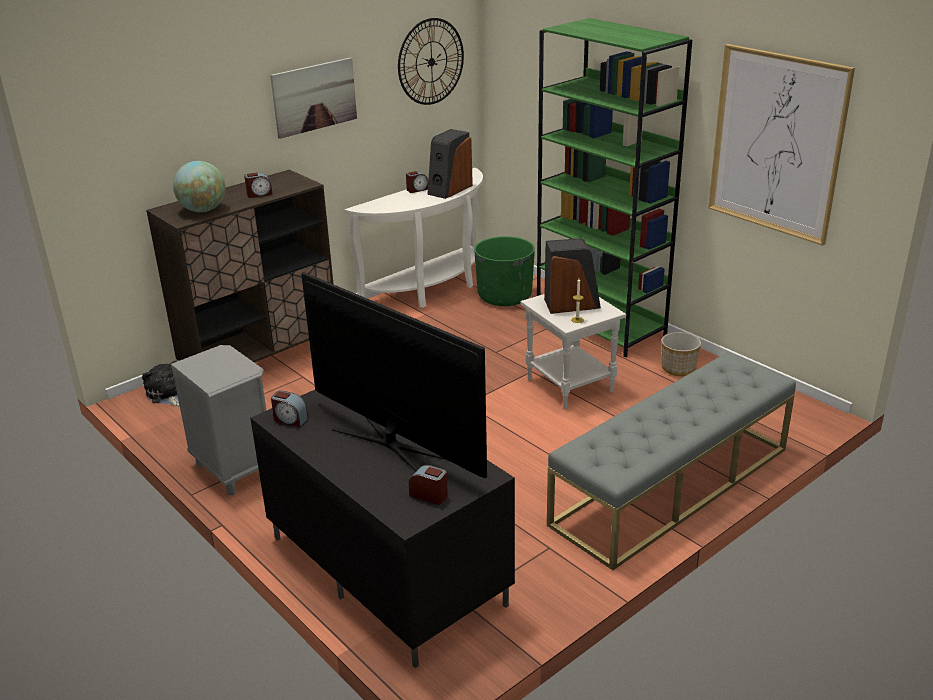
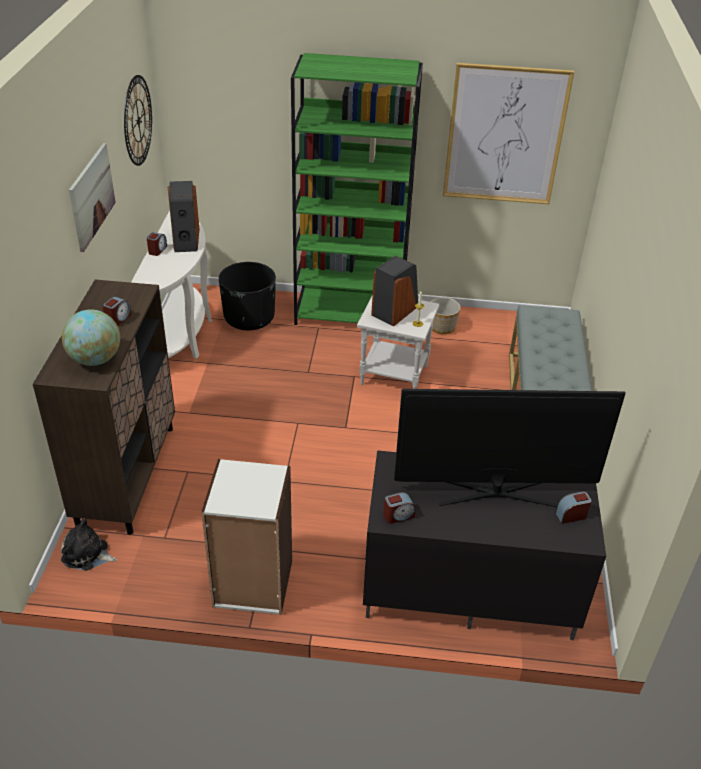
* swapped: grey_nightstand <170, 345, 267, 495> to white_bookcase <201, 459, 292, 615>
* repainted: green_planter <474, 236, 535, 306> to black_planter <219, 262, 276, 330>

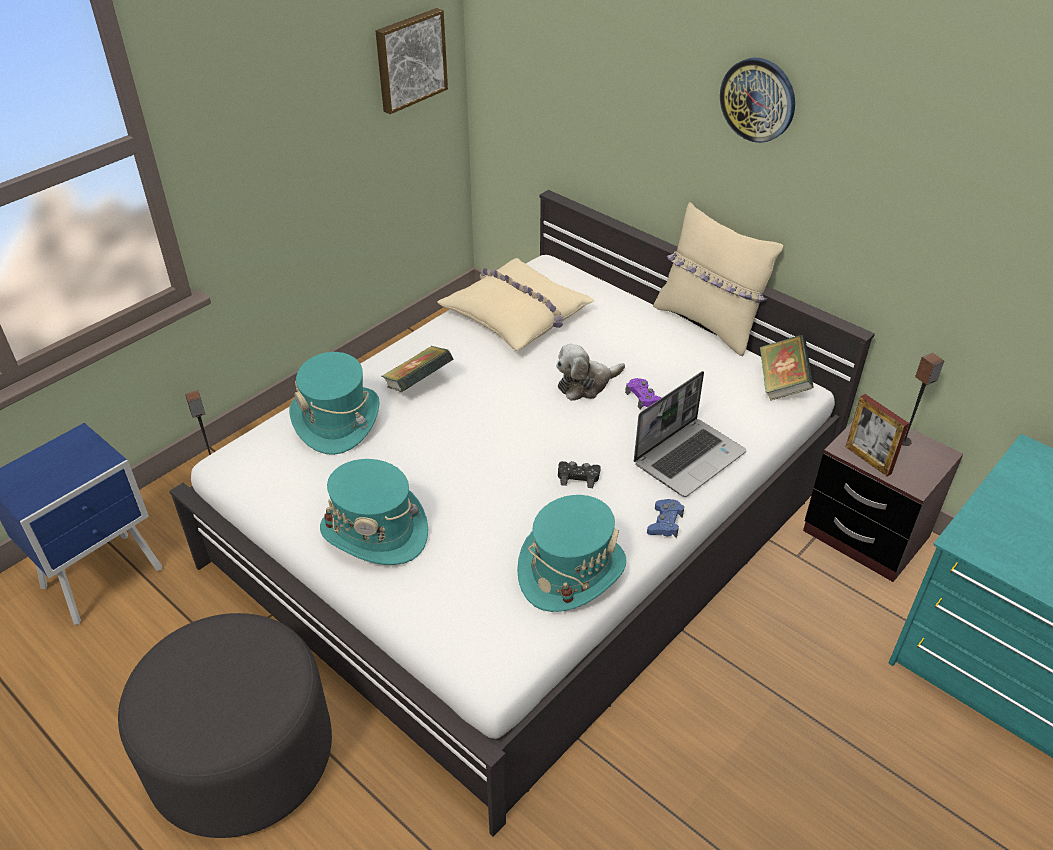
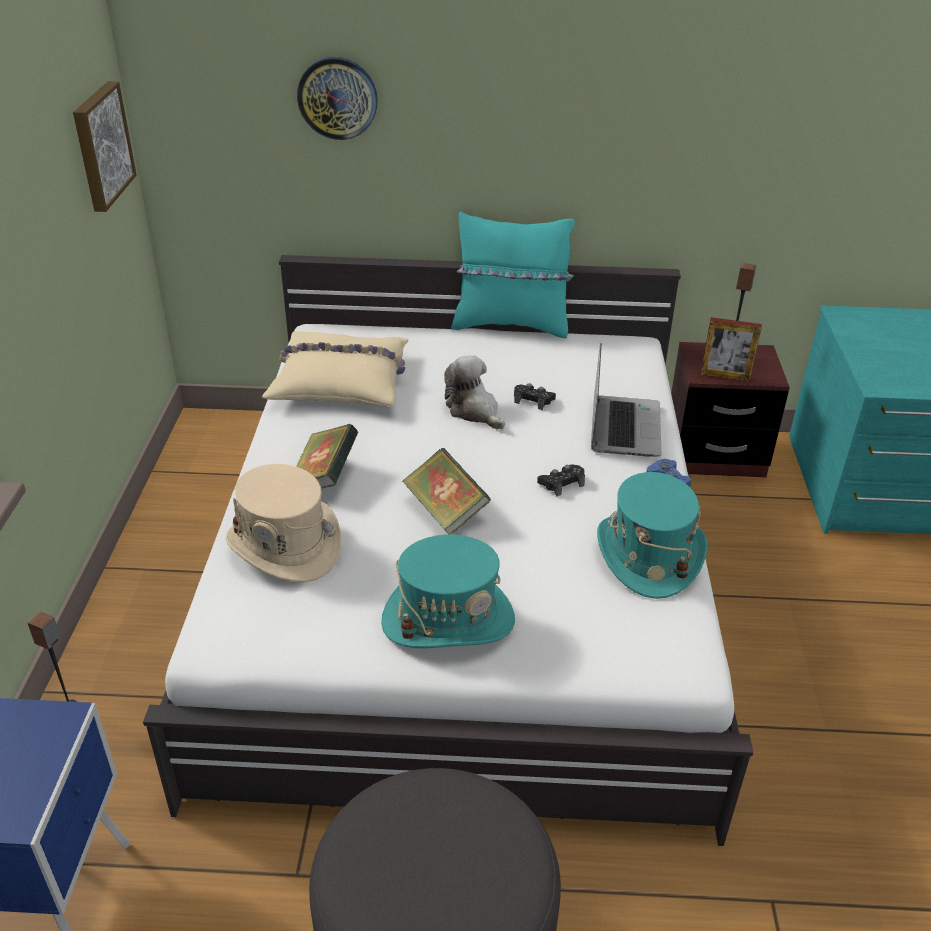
* shifted: wall_clock <720, 57, 795, 143> to <297, 57, 378, 140>
* shifted: book <759, 335, 814, 401> to <402, 448, 491, 535>
* repainted: turquoise_hat <289, 352, 379, 455> to beige_hat <226, 464, 341, 582>
* repainted: purple_game_controller <625, 378, 662, 409> to black_game_controller <514, 383, 556, 410>
* repainted: beige_pillow <653, 202, 783, 356> to turquoise_pillow <451, 212, 575, 338>
* rotated: plush_toy <556, 344, 625, 401> = <444, 355, 505, 430> 120 degrees clockwise

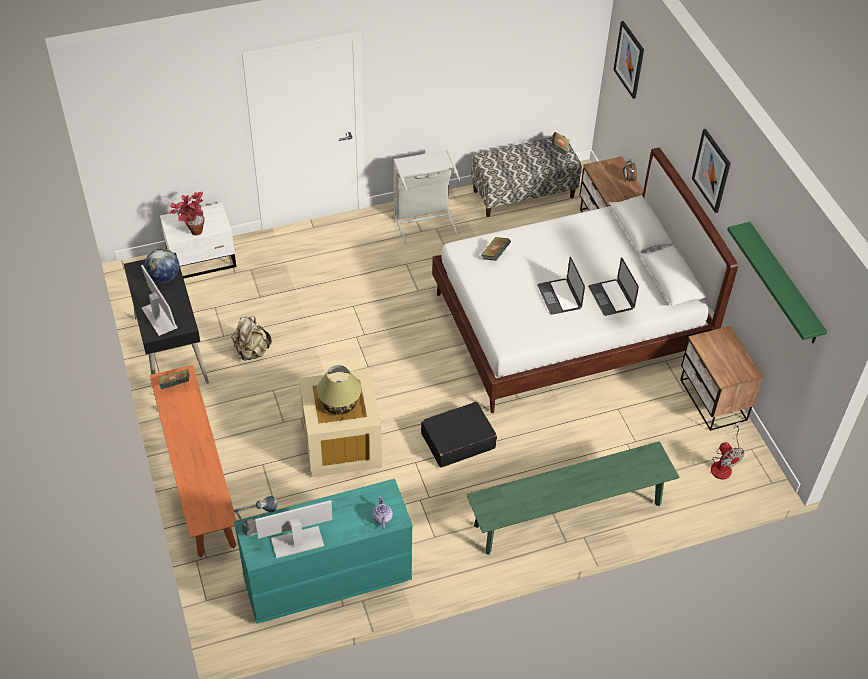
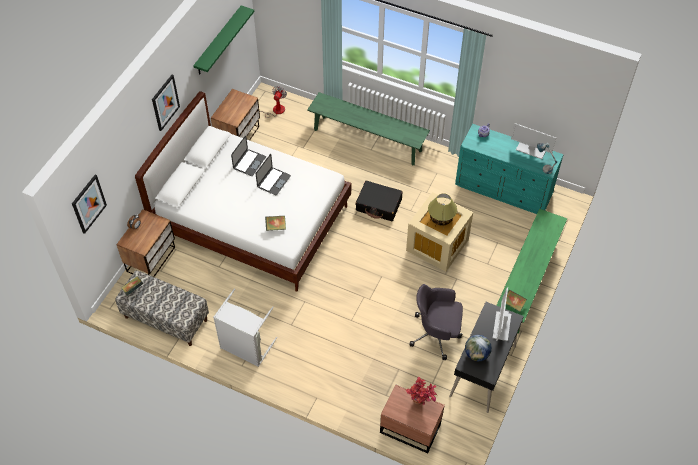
* swapped: beige_backpack <231, 316, 272, 361> to grey_office_chair <410, 284, 463, 360>
* repainted: orange_bench <149, 365, 237, 557> to green_bench <496, 209, 567, 334>
* repainted: white_nightstand <160, 203, 236, 279> to brown_nightstand <380, 384, 445, 453>

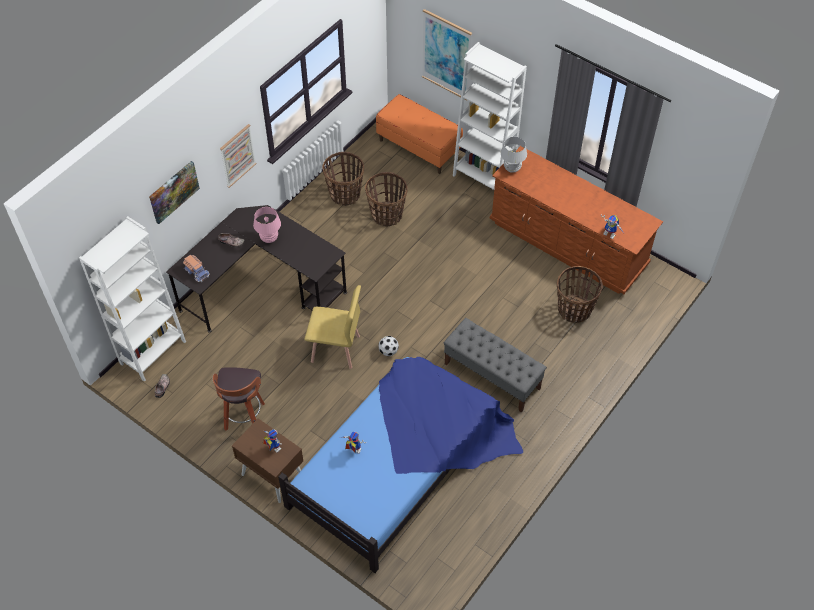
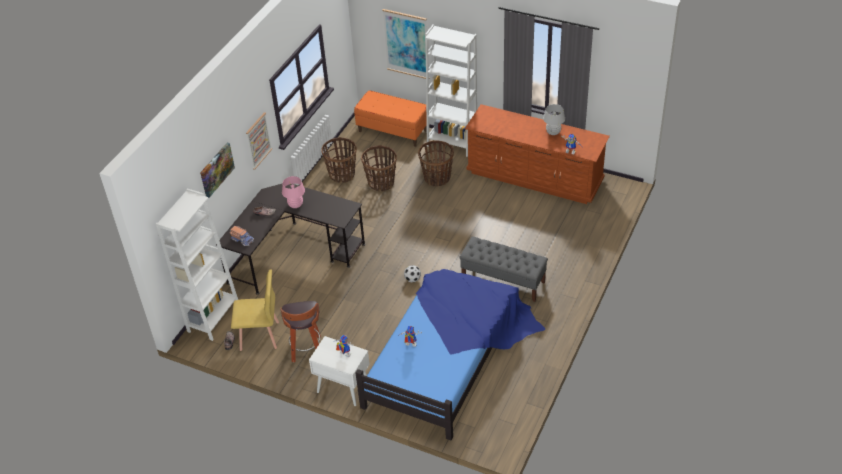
* shifted: yellow_chair <304, 285, 361, 369> to <231, 269, 279, 351>
* shifted: white_table_lamp <501, 137, 527, 173> to <543, 104, 565, 135>
* shifted: basket <557, 266, 603, 323> to <418, 140, 454, 186>
* repainted: brown_nightstand <232, 418, 304, 503> to white_nightstand <309, 336, 370, 406>

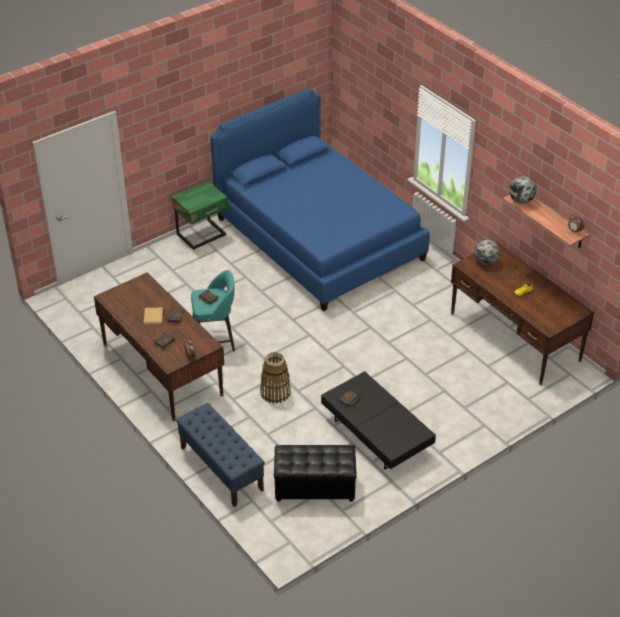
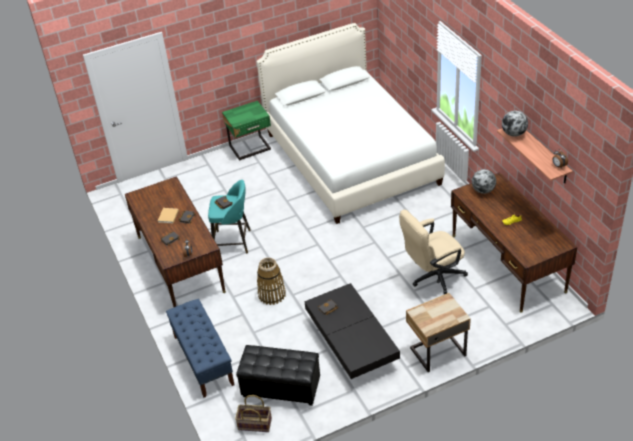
* new: basket <235, 395, 272, 432>
* new: beige_office_chair <399, 210, 468, 294>
* new: beige_nightstand <406, 293, 471, 372>
* repainted: blue_bed <210, 88, 430, 311> to white_bed <257, 23, 445, 224>

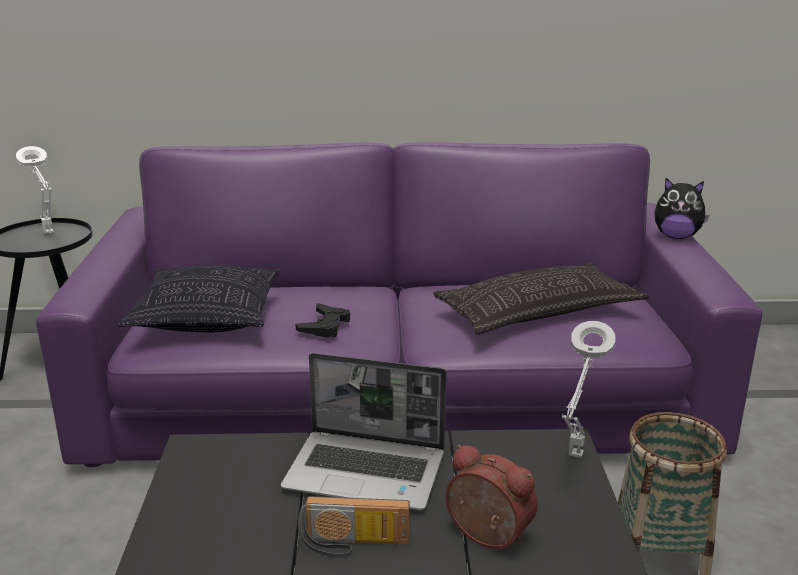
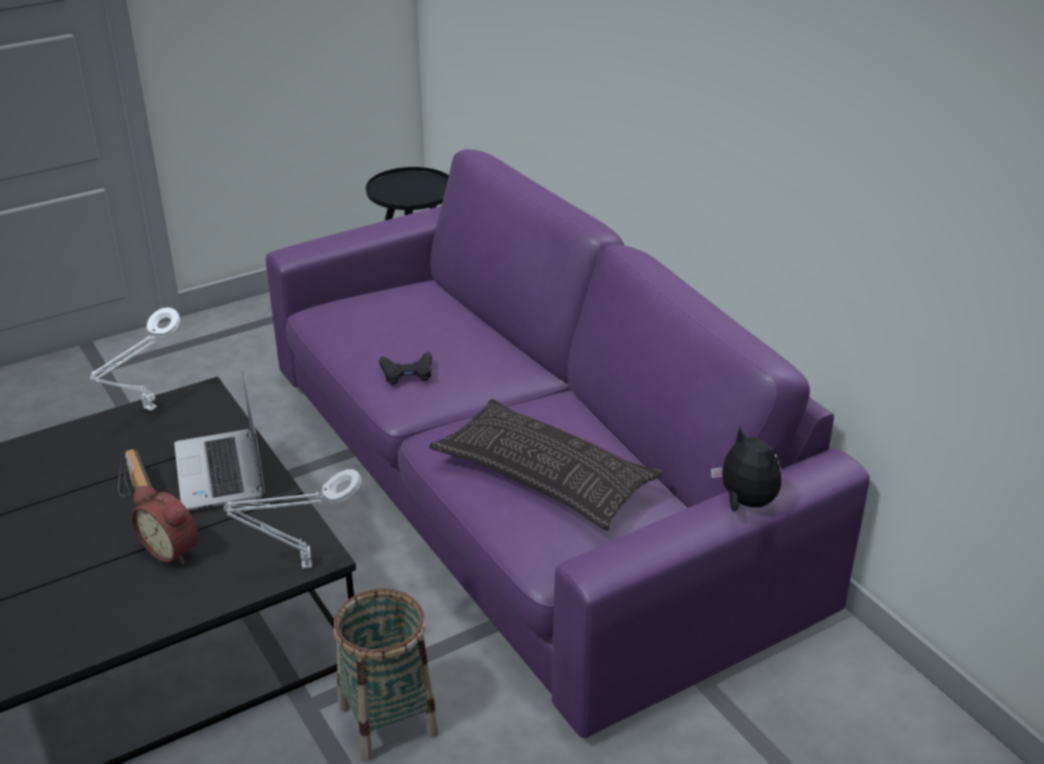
* gone: pillow <118, 265, 280, 332>
* shifted: white_table_lamp <16, 146, 54, 234> to <90, 307, 180, 411>
* rotated: alarm_clock <446, 445, 538, 549> = <131, 485, 198, 565> 120 degrees clockwise
* rotated: plush_toy <654, 178, 709, 239> = <711, 427, 781, 511> 150 degrees clockwise

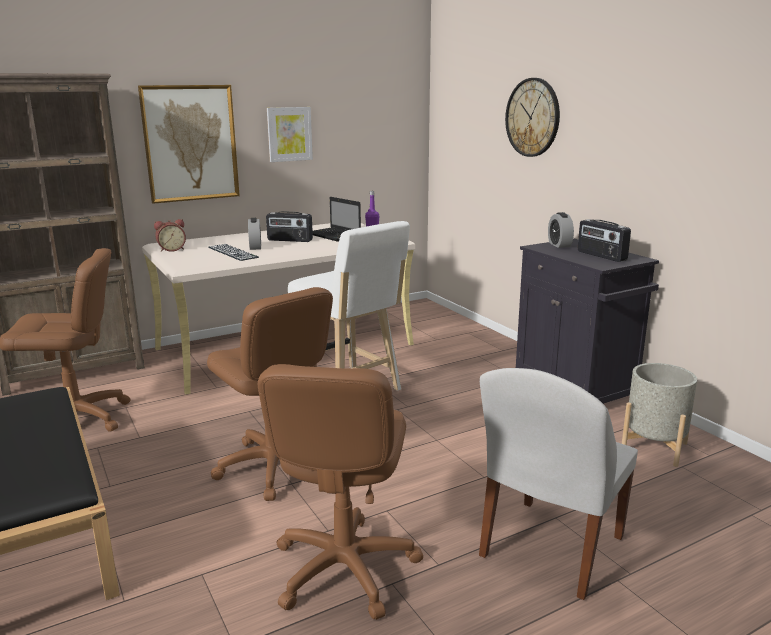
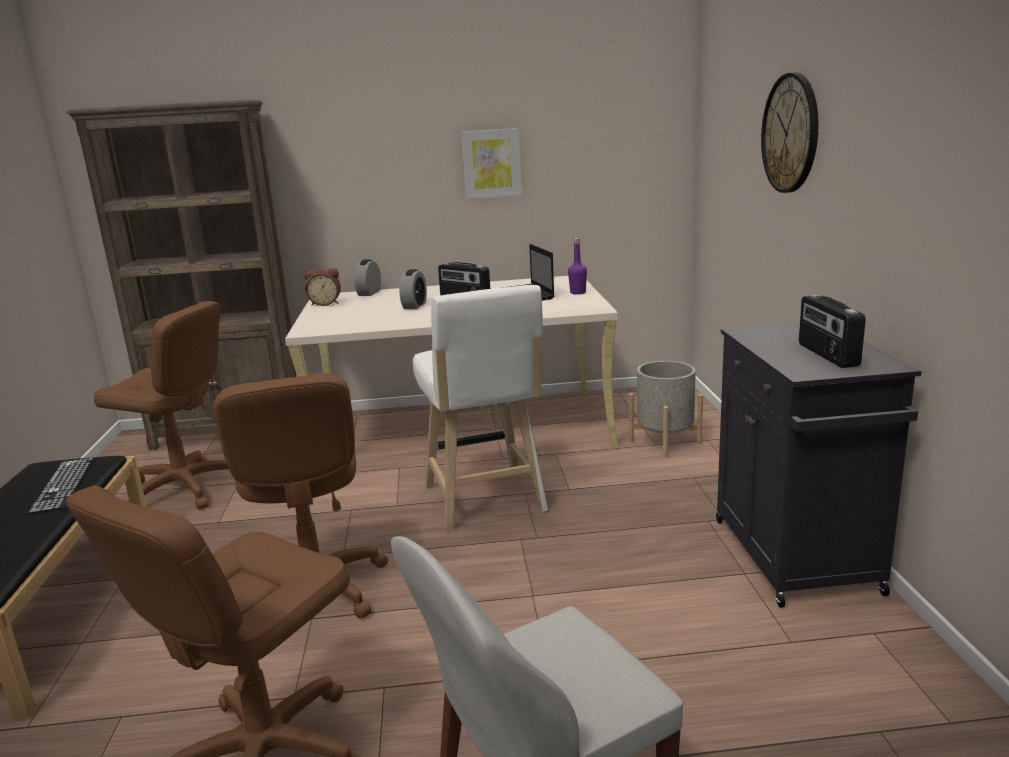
* gone: picture <138, 85, 240, 204>
* shifted: keyboard <208, 244, 259, 261> to <28, 458, 94, 514>
* shifted: alarm_clock <548, 212, 574, 248> to <354, 259, 381, 296>
* shifted: grey_planter <622, 363, 697, 467> to <629, 361, 703, 457>

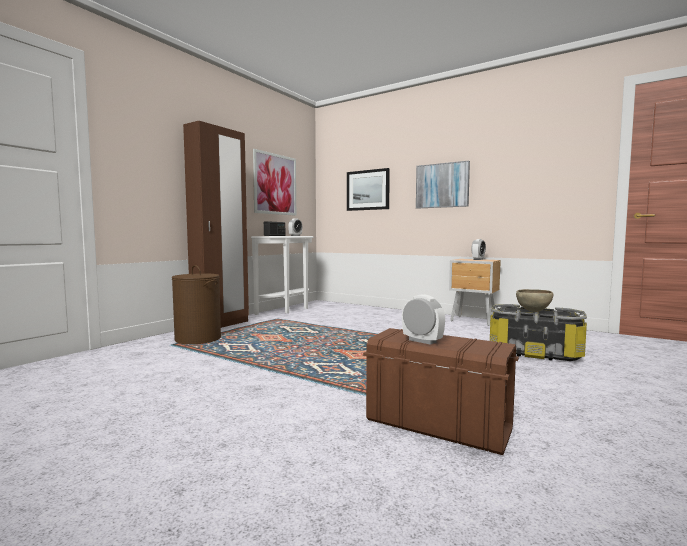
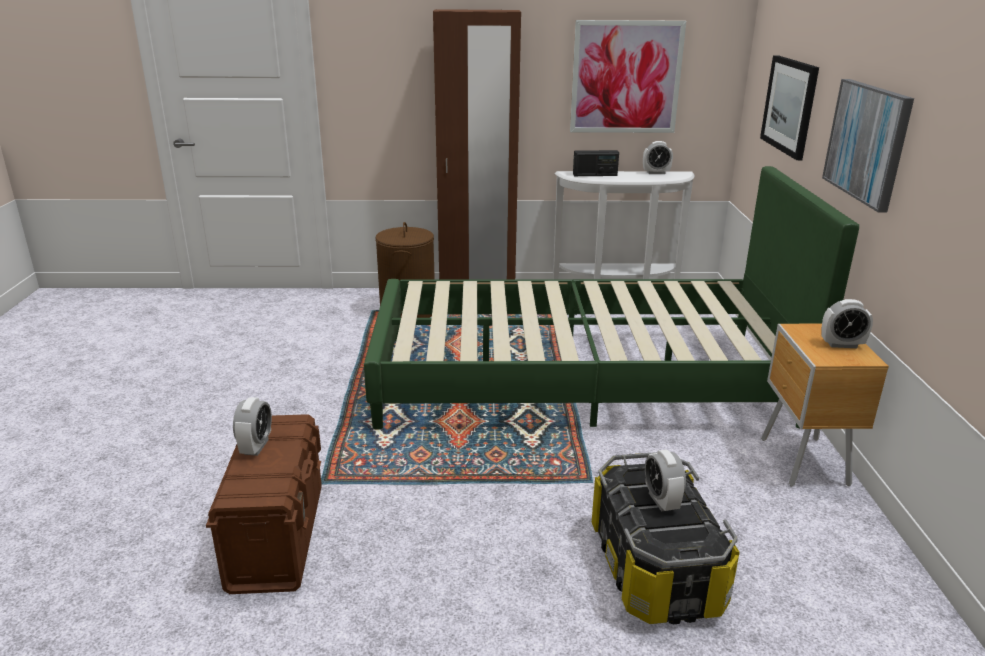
* new: green_bed <364, 166, 859, 430>
* swapped: brown_bowl <516, 289, 554, 312> to alarm_clock <645, 449, 686, 511>

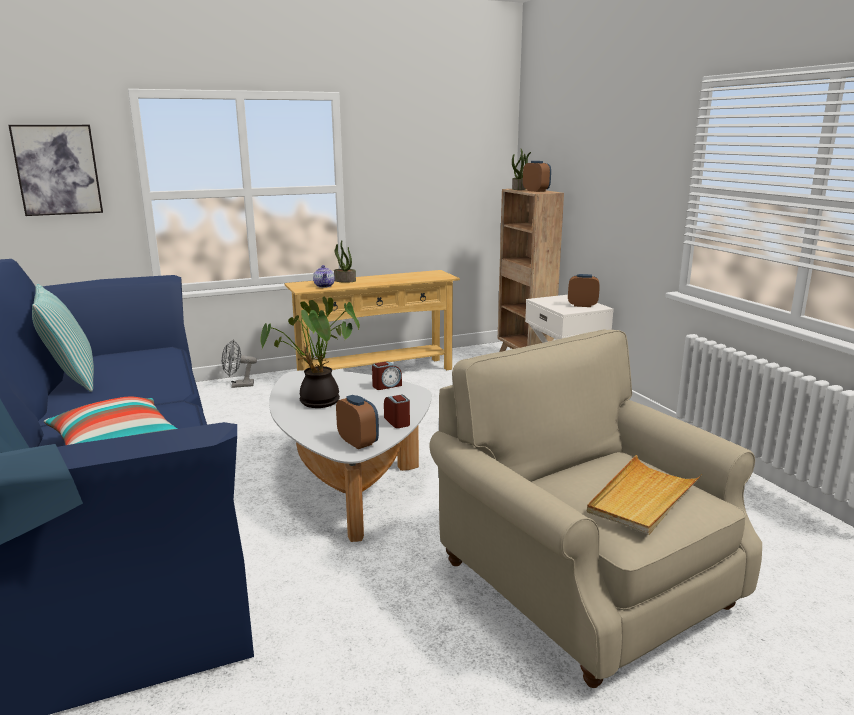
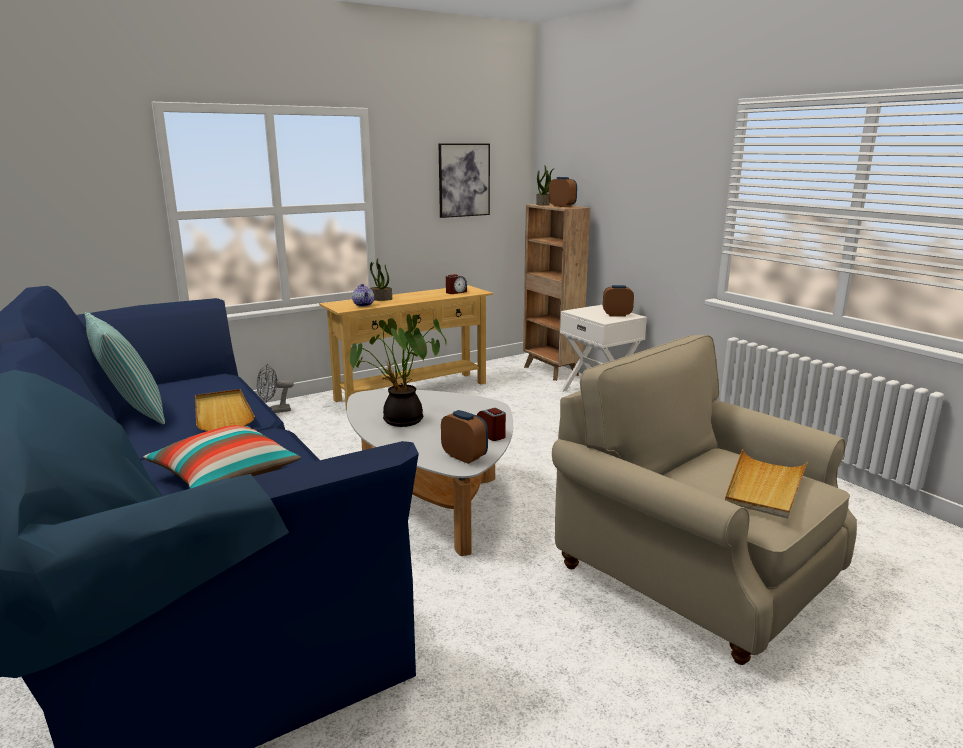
* new: beige_tray <195, 389, 255, 431>
* shifted: picture <9, 125, 103, 216> to <439, 143, 490, 218>
* shifted: alarm_clock <372, 362, 402, 390> to <446, 274, 467, 294>

